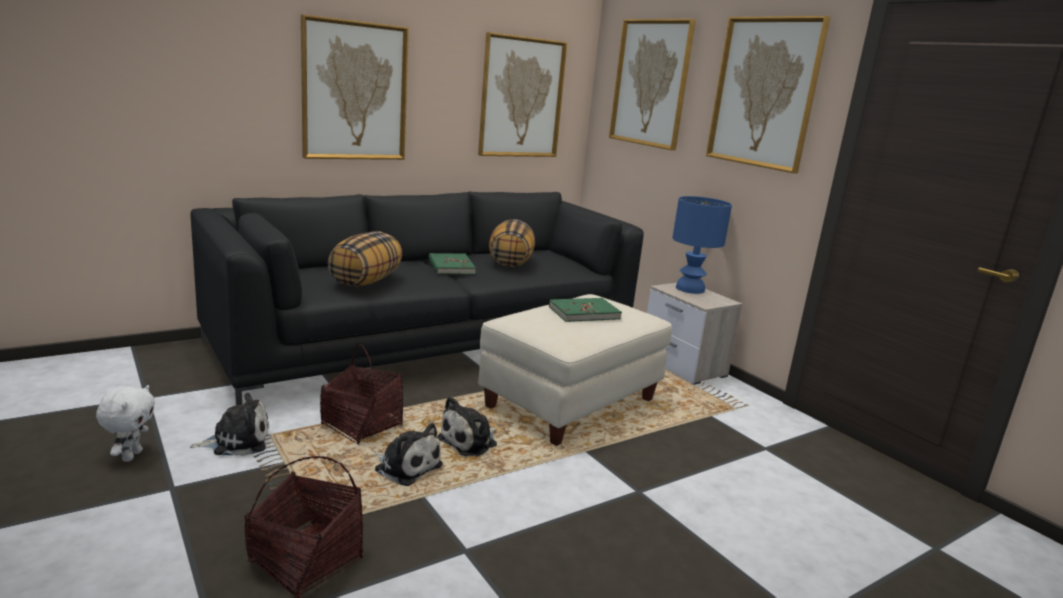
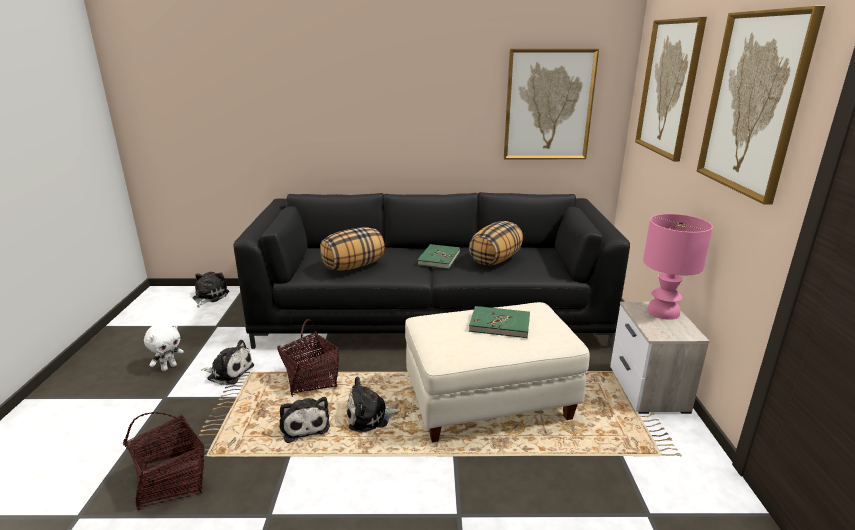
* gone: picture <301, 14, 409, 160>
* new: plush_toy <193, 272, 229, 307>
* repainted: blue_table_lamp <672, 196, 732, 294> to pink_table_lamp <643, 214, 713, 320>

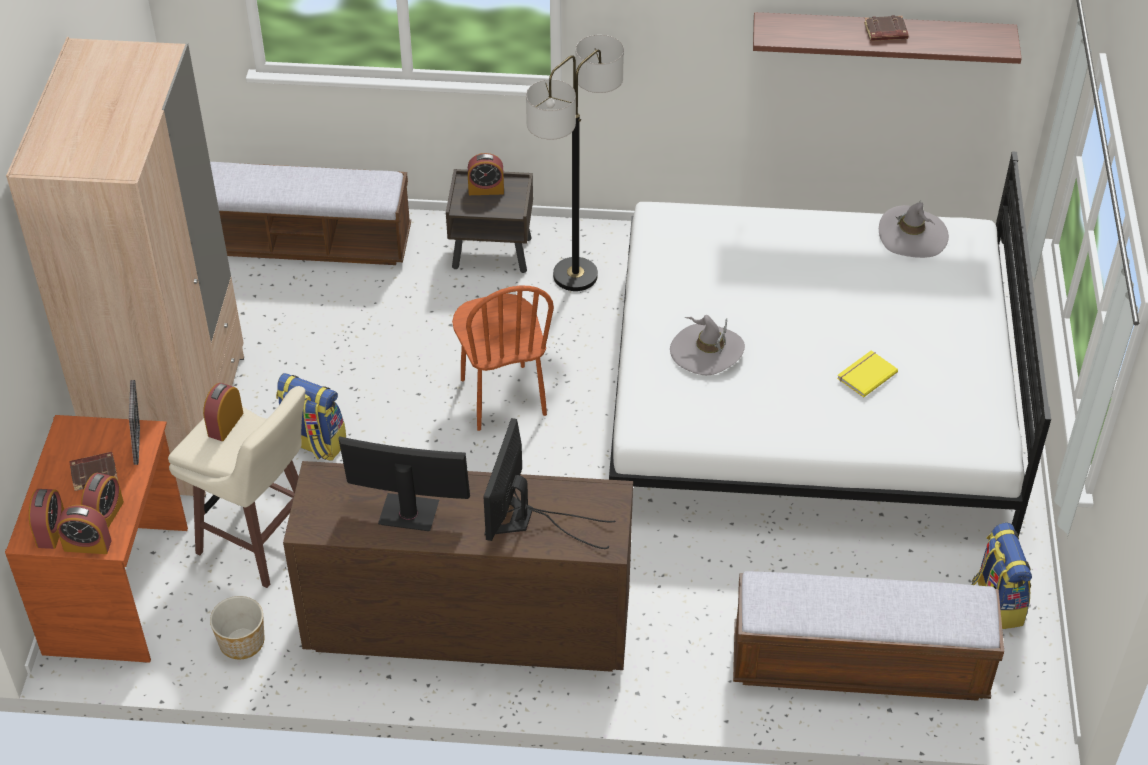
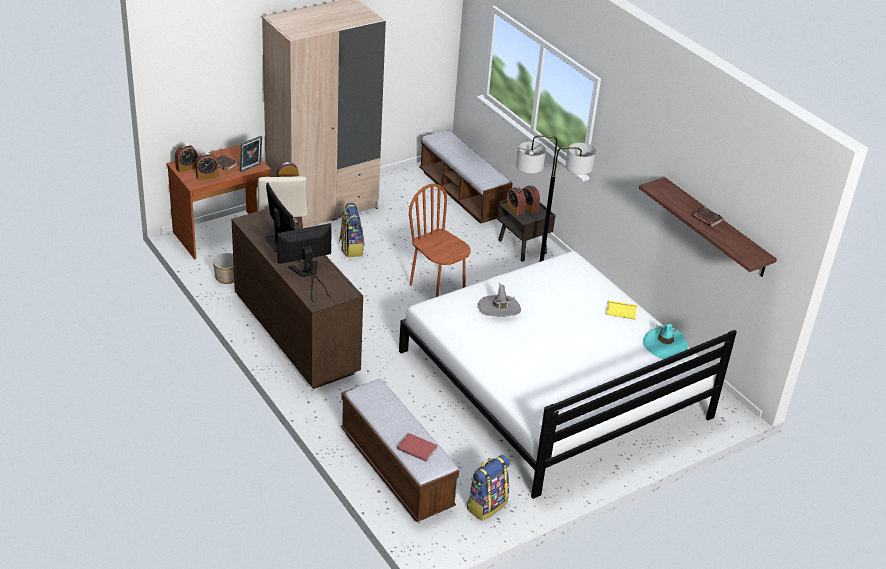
* new: red_book <397, 433, 438, 462>
* shifted: alarm_clock <57, 505, 112, 554> to <506, 187, 525, 215>
* shifted: yellow_book <837, 350, 898, 398> to <606, 300, 637, 319>
* repainted: grey_hat <879, 200, 949, 258> to turquoise_hat <643, 324, 688, 359>
* rotated: brown_chair <452, 286, 554, 431> = <409, 184, 471, 297> 105 degrees clockwise

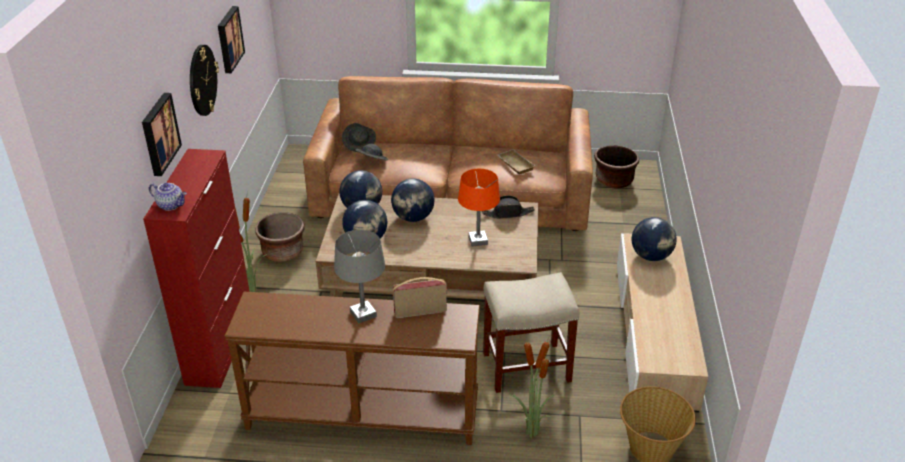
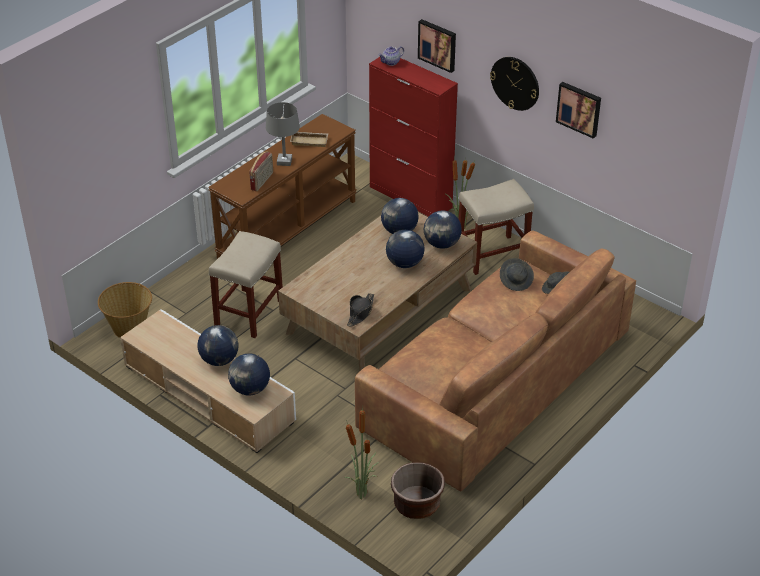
* gone: orange_table_lamp <458, 169, 500, 246>
* new: globe <197, 325, 239, 366>
* shifted: beige_tray <497, 149, 536, 174> to <290, 132, 328, 147>
* shifted: potted_plant <509, 338, 554, 439> to <345, 406, 379, 499>
* swapped: brown_planter <255, 213, 305, 262> to beige_stool <459, 179, 534, 275>

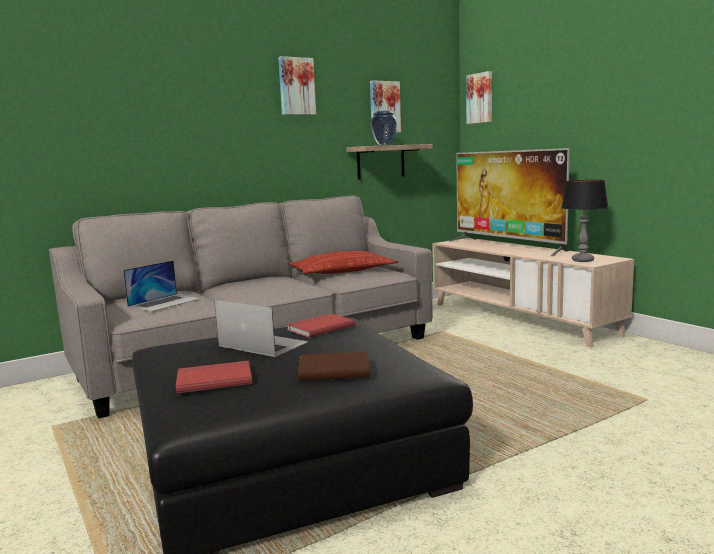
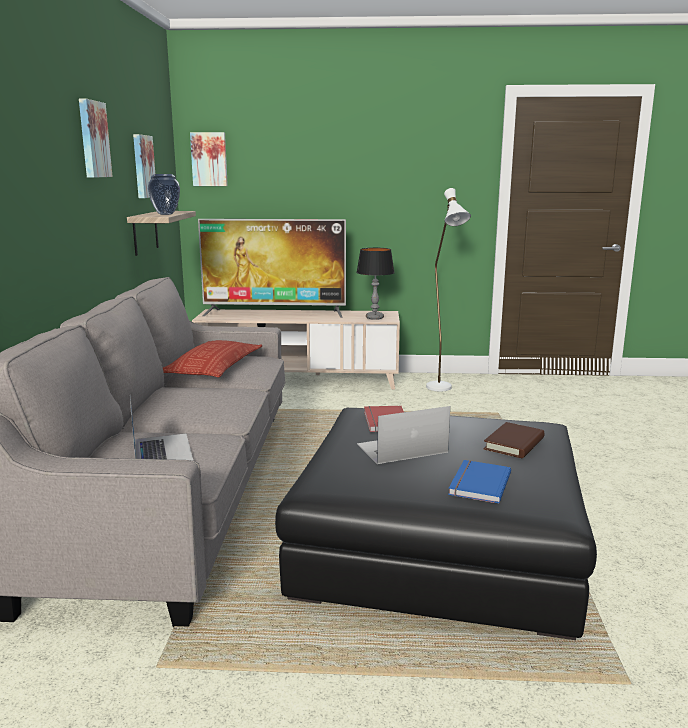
* new: white_floor_lamp <426, 188, 471, 391>
* repainted: red_book <176, 361, 252, 393> to blue_book <448, 460, 511, 504>

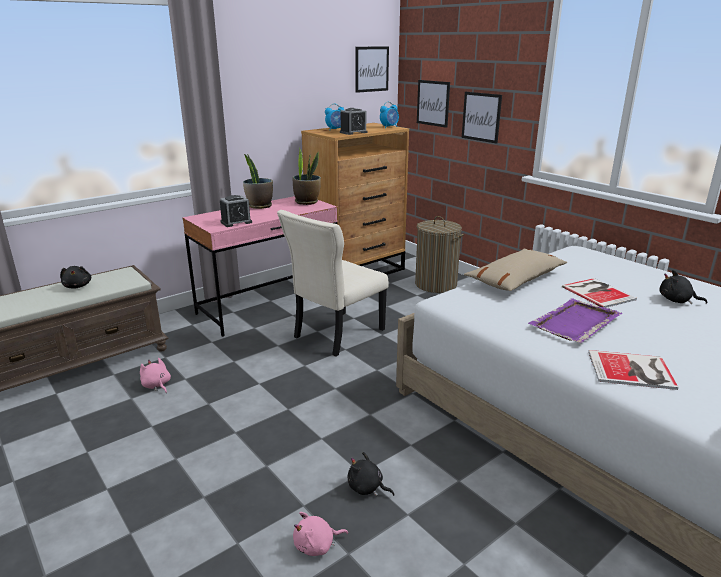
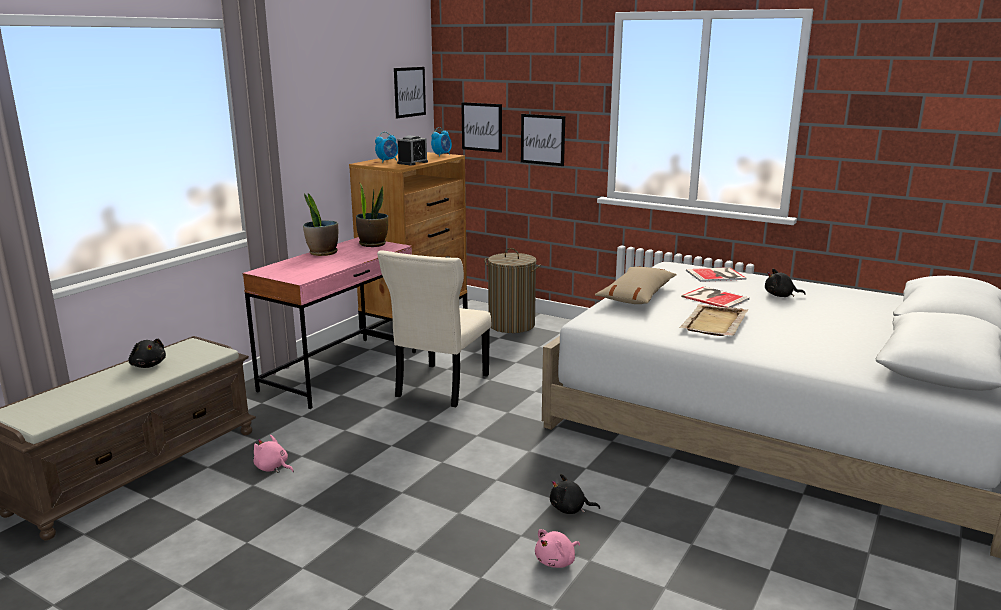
* gone: alarm_clock <220, 195, 252, 227>
* shifted: book <588, 350, 678, 390> to <686, 267, 746, 282>
* repainted: purple_tray <528, 298, 622, 343> to beige_tray <679, 304, 748, 336>

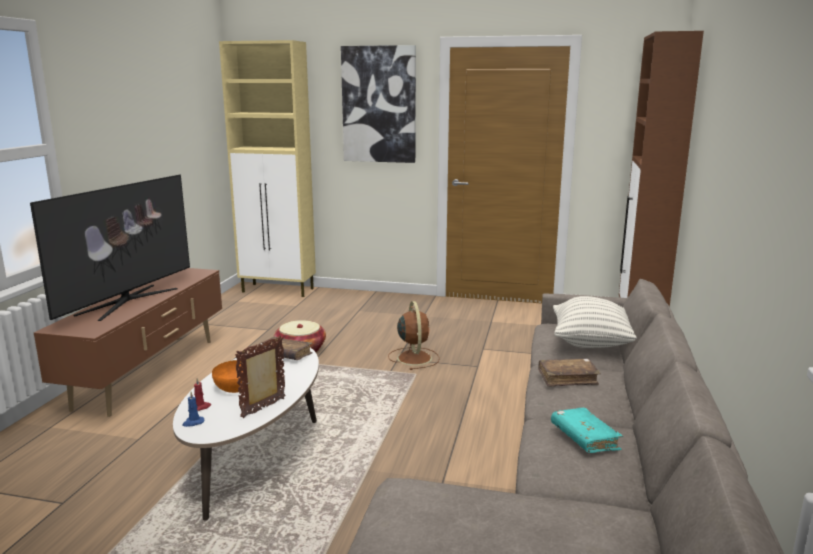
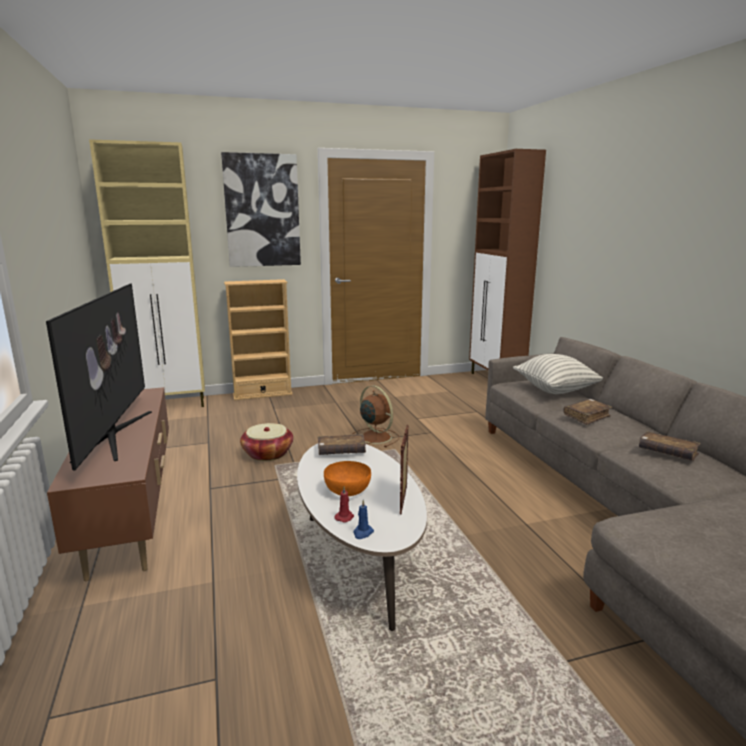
* new: beige_bookcase <224, 279, 293, 401>
* repainted: turquoise_book <551, 408, 623, 453> to brown_book <639, 431, 701, 461>

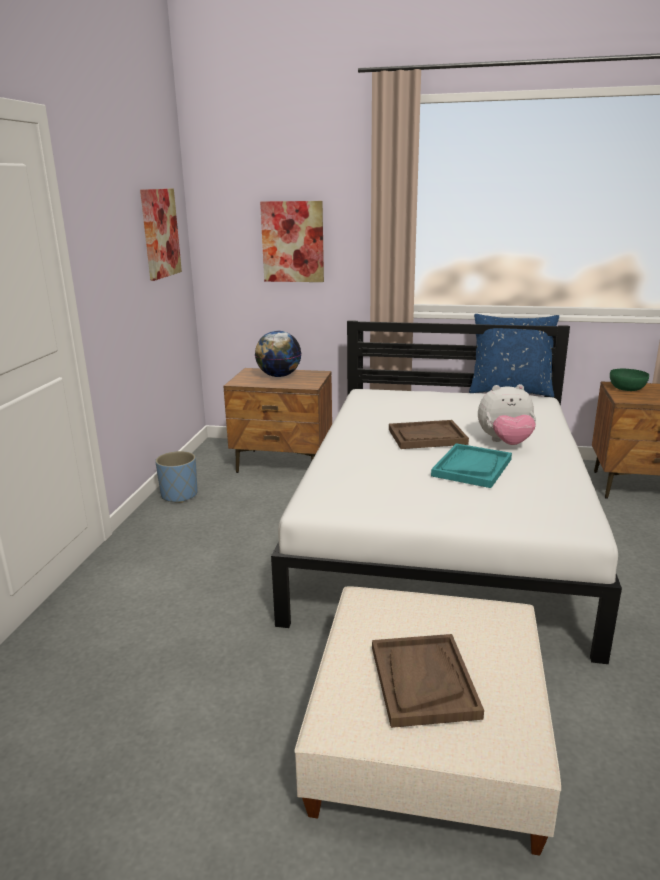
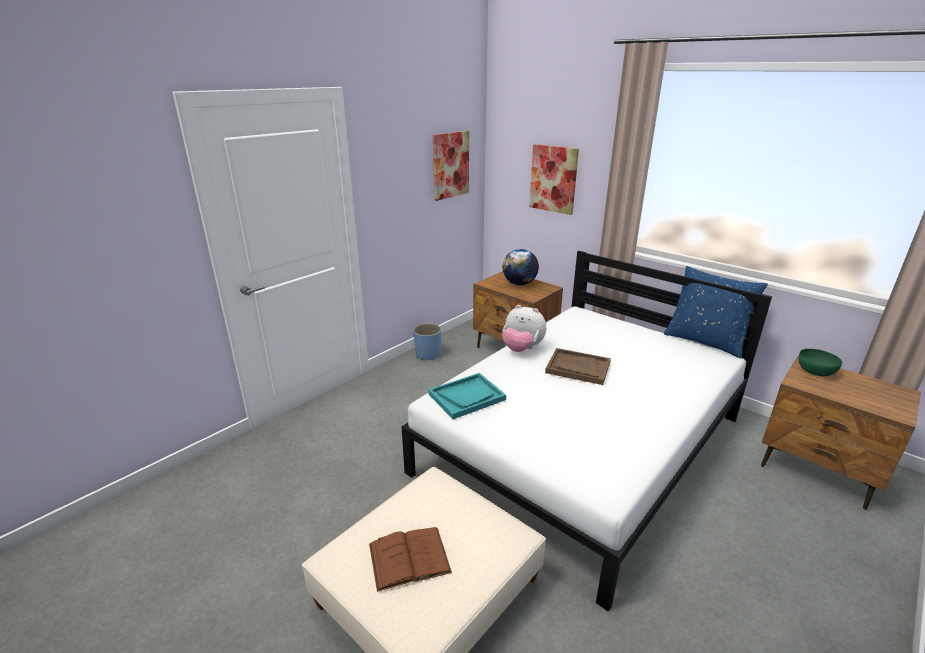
* shifted: turquoise_tray <431, 443, 512, 488> to <428, 373, 506, 419>
* shifted: plush_toy <478, 384, 536, 445> to <502, 305, 546, 352>
* swapped: brown_tray <372, 634, 484, 728> to brown_book <369, 527, 452, 592>

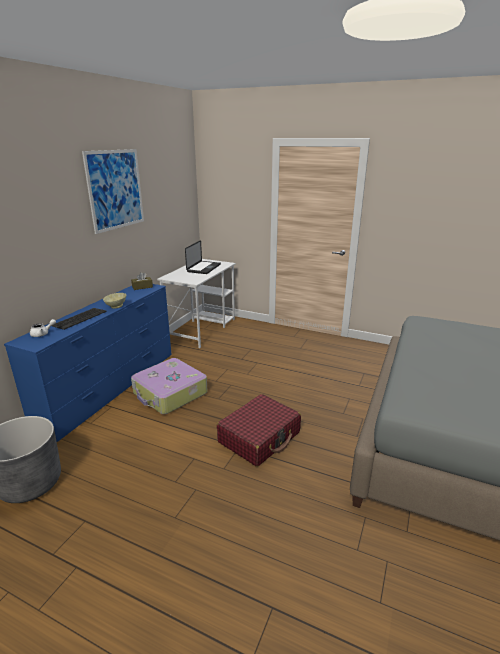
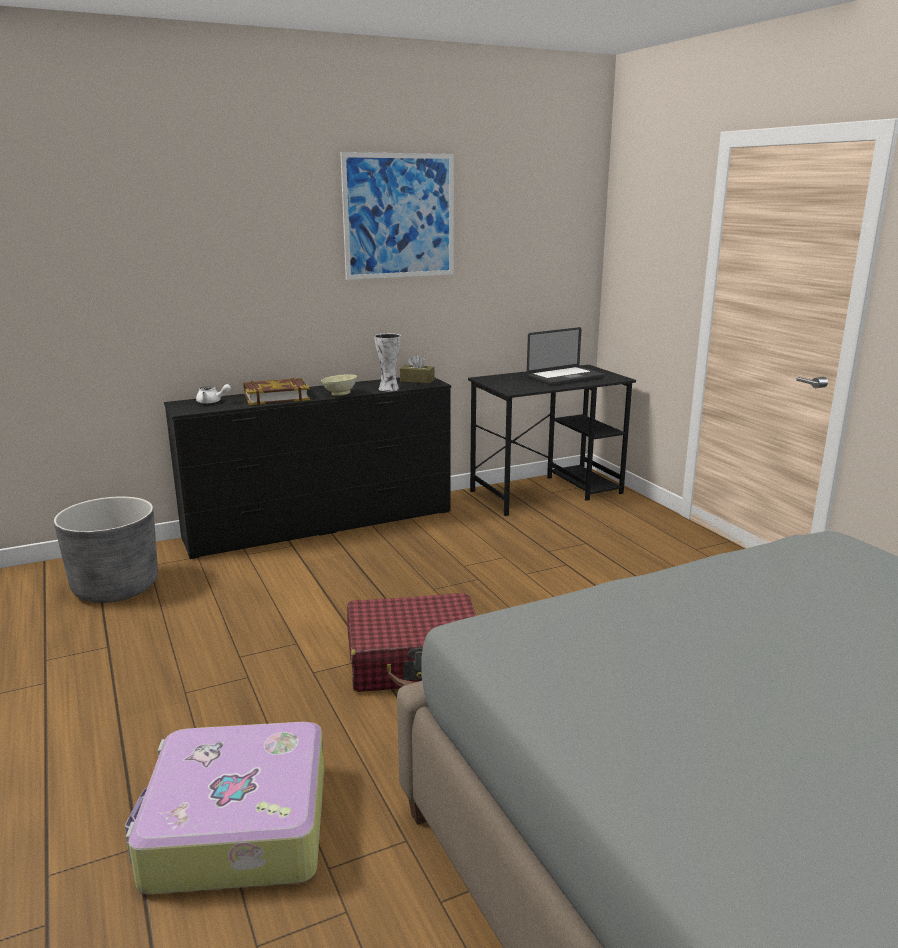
* new: vase <374, 333, 401, 391>
* shifted: suitcase <131, 358, 208, 414> to <125, 722, 324, 895>
* swapped: keyboard <52, 308, 107, 330> to book <243, 378, 310, 405>
* repainted: blue_dresser <4, 284, 172, 442> to black_dresser <164, 377, 451, 559>
* repainted: white_desk <157, 259, 236, 348> to black_desk <468, 365, 636, 516>

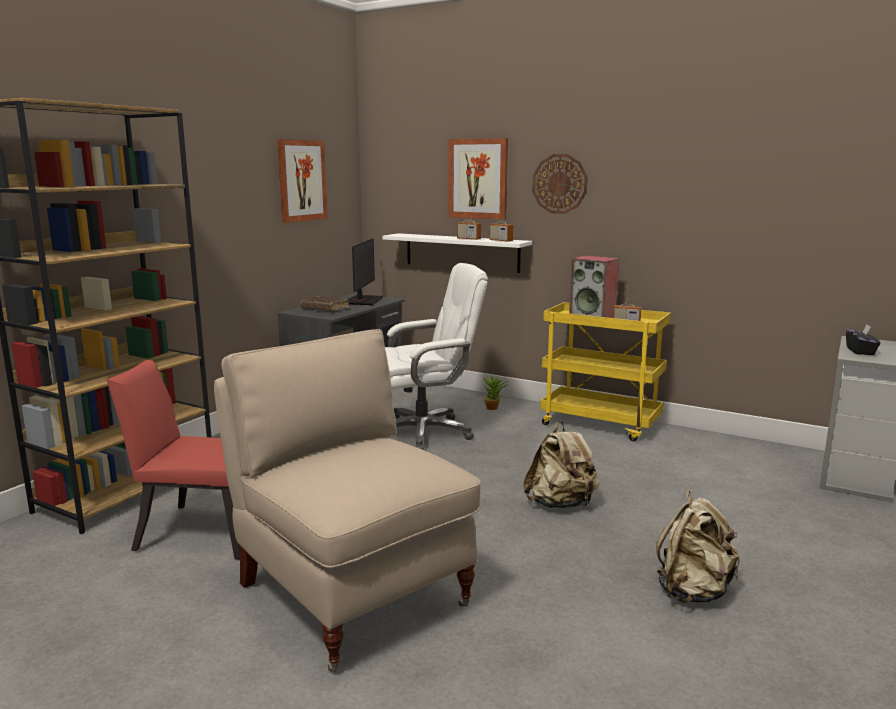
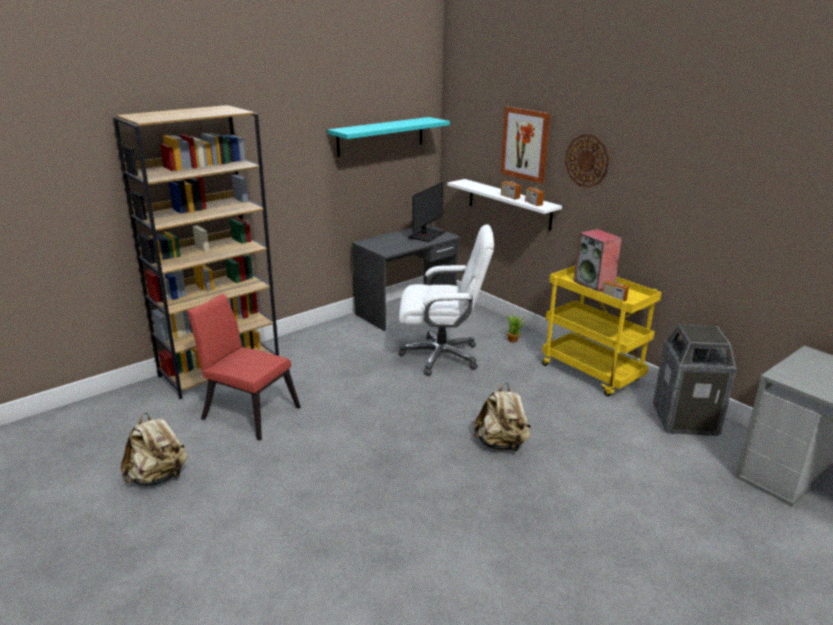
* gone: beige_chair <214, 329, 481, 672>
* gone: brown_book <300, 296, 349, 312>
* gone: black_tissue_box <846, 325, 880, 355>
* new: trash_can <653, 325, 737, 436>
* shifted: beige_backpack <656, 491, 740, 603> to <121, 413, 188, 486>
* swapped: picture <277, 139, 328, 223> to turquoise_shelf <327, 117, 450, 157>

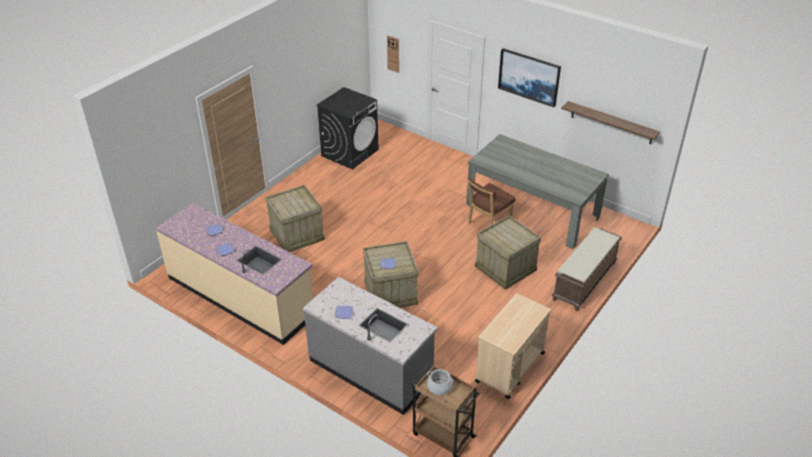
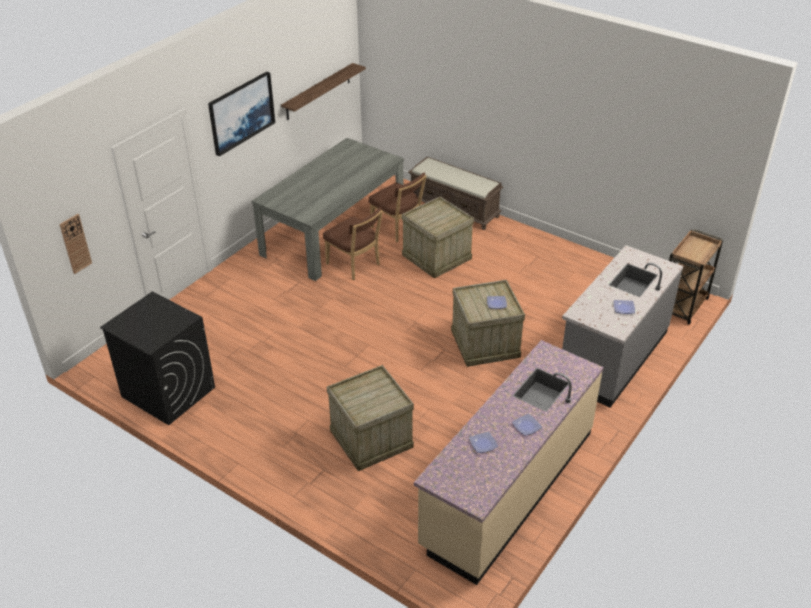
* gone: cooking_pot <427, 369, 454, 395>
* gone: beige_cart <475, 293, 551, 399>
* new: brown_chair <369, 172, 426, 242>

